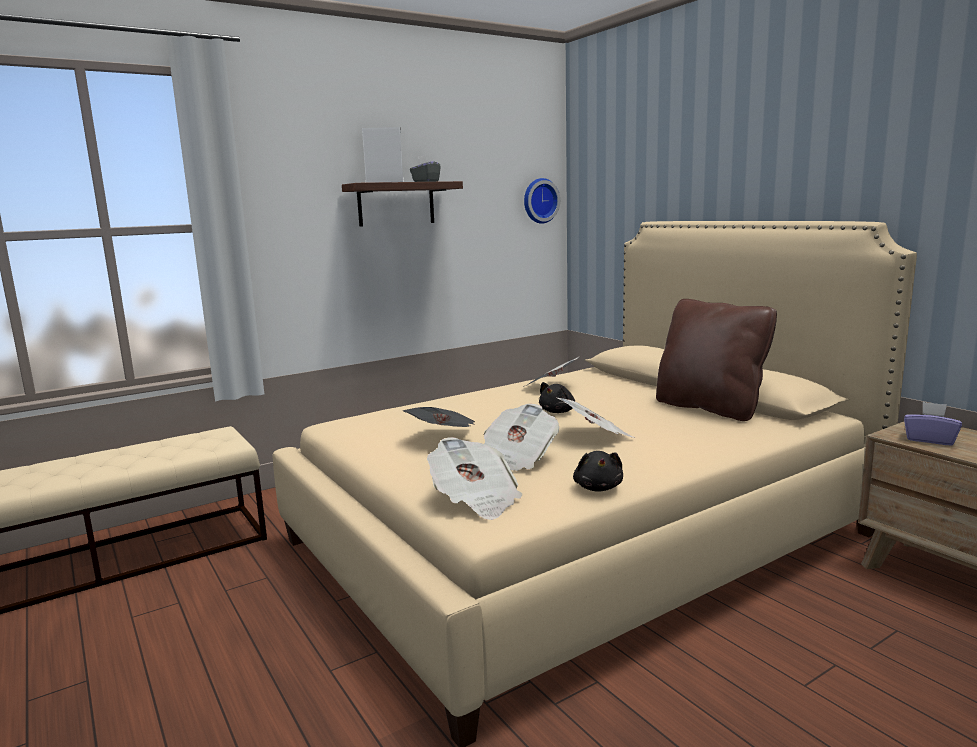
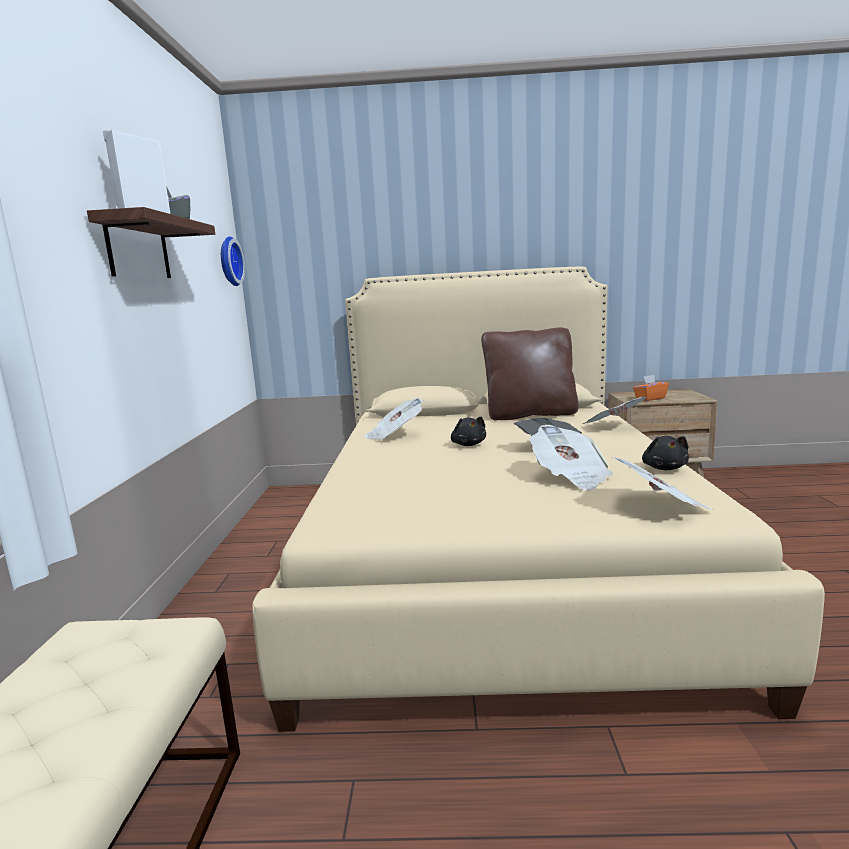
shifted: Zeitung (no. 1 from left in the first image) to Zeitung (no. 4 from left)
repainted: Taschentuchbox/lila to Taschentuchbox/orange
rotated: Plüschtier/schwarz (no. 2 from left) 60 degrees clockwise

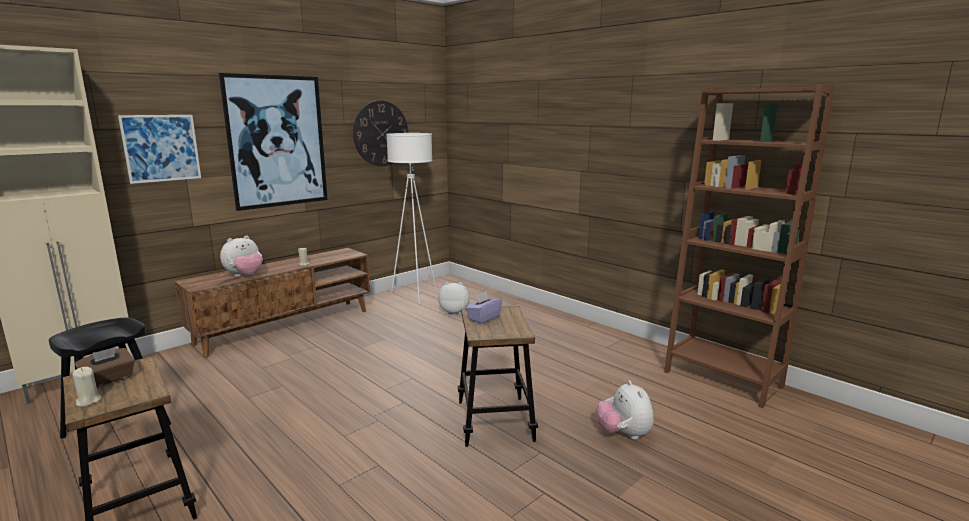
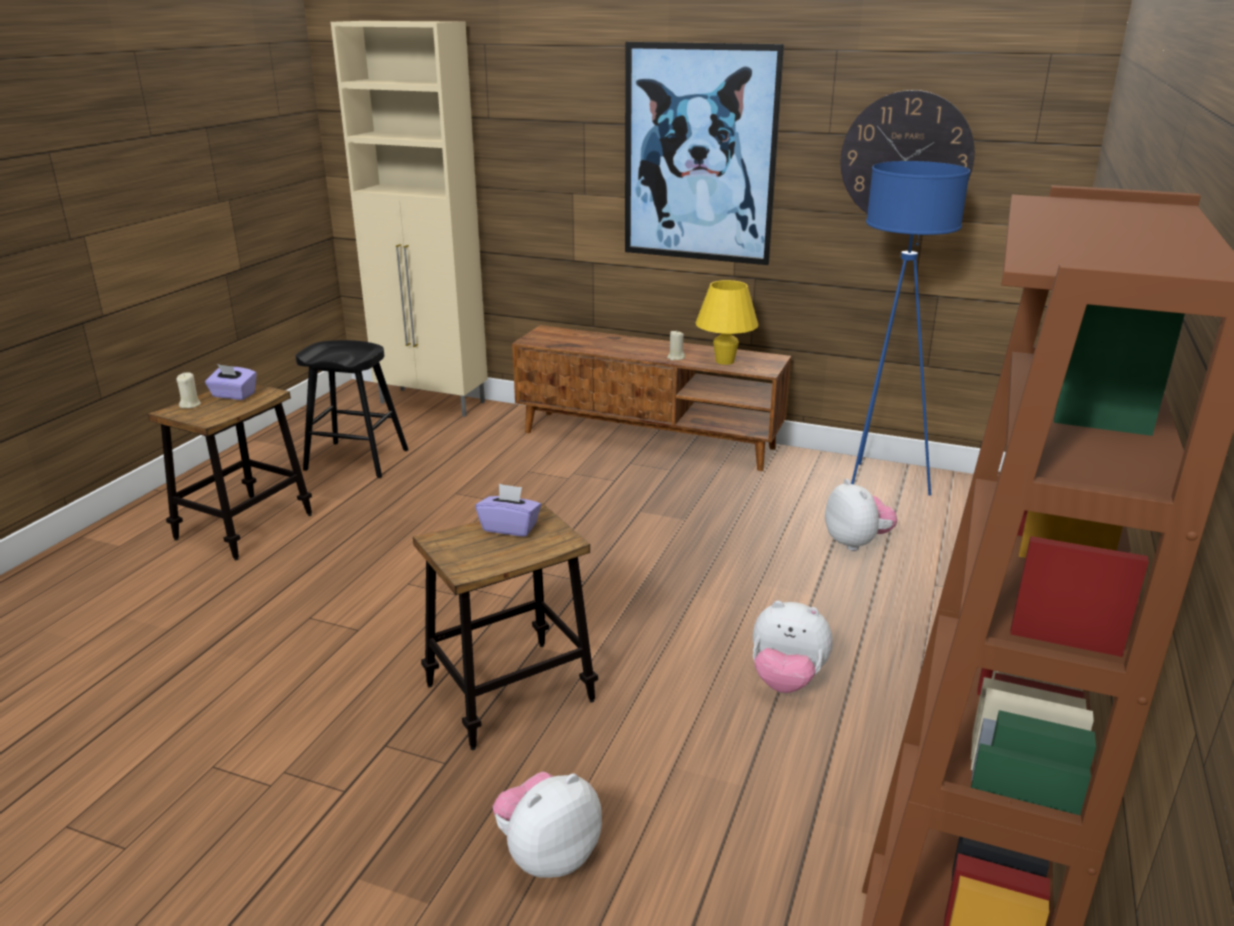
gone: Bild (no. 1 from left)
new: Tischlampe/gelb
shifted: Plüschtier (no. 1 from left in the first image) to Plüschtier (no. 2 from left)
repainted: Taschentuchbox/braun to Taschentuchbox/lila (no. 1 from left); Stehlampe/weiß to Stehlampe/blau

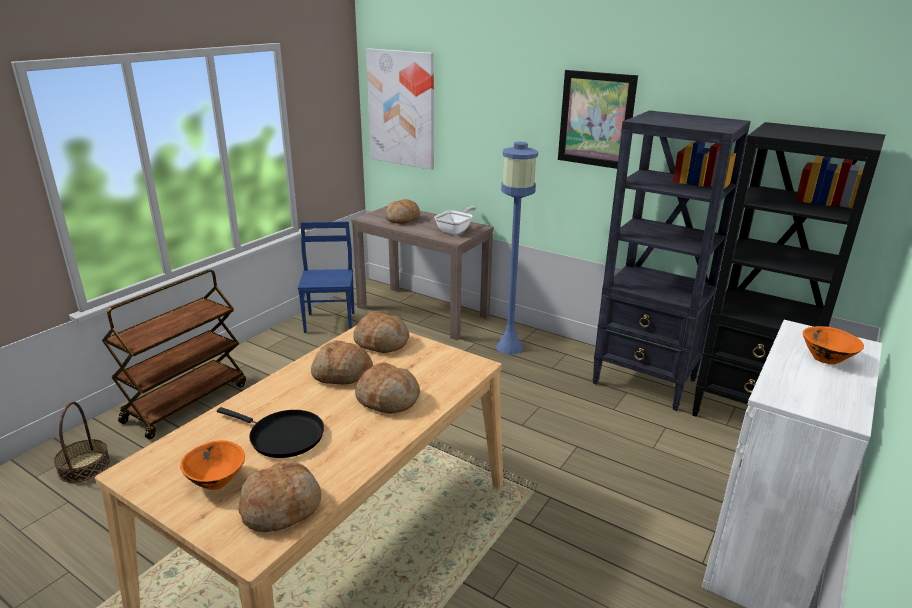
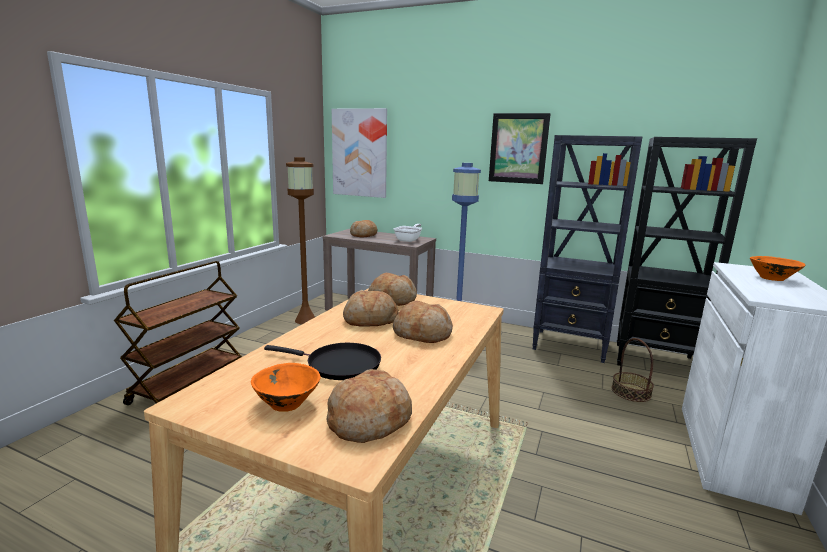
shifted: Korb
swapped: Stuhl/blau to Stehlampe/braun

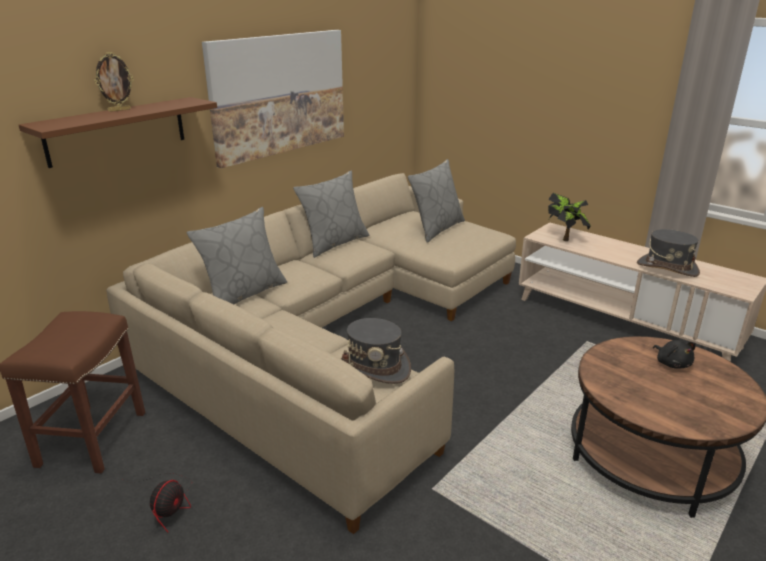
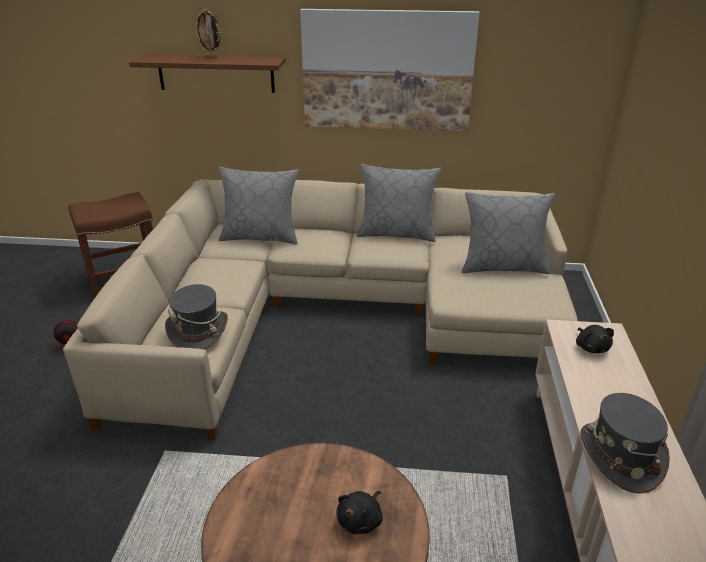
swapped: Topfpflanze to Plüschtier/schwarz (no. 2 from left)

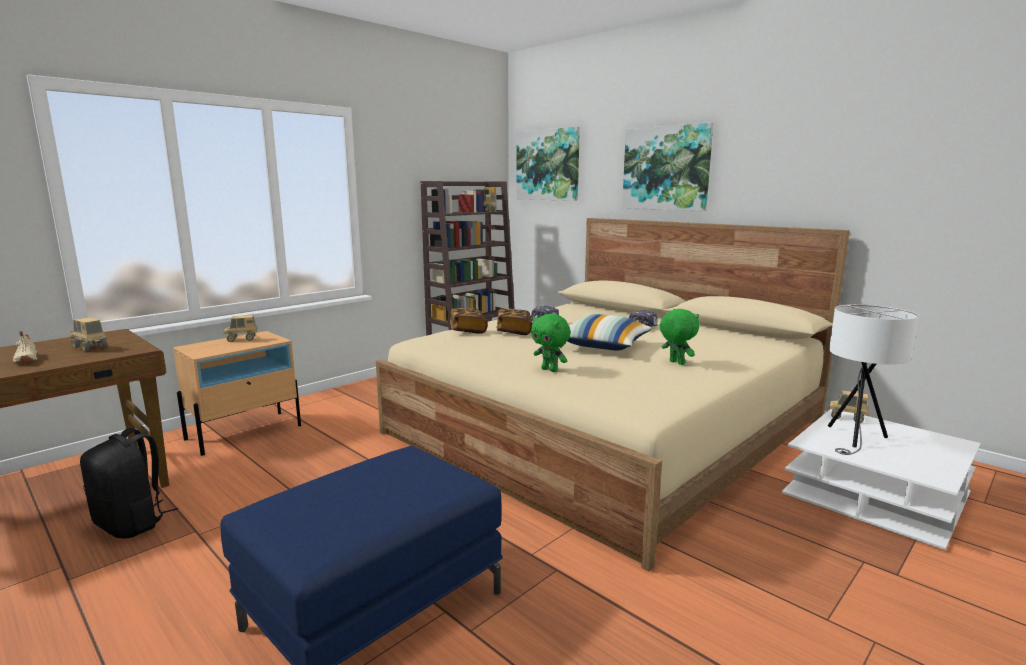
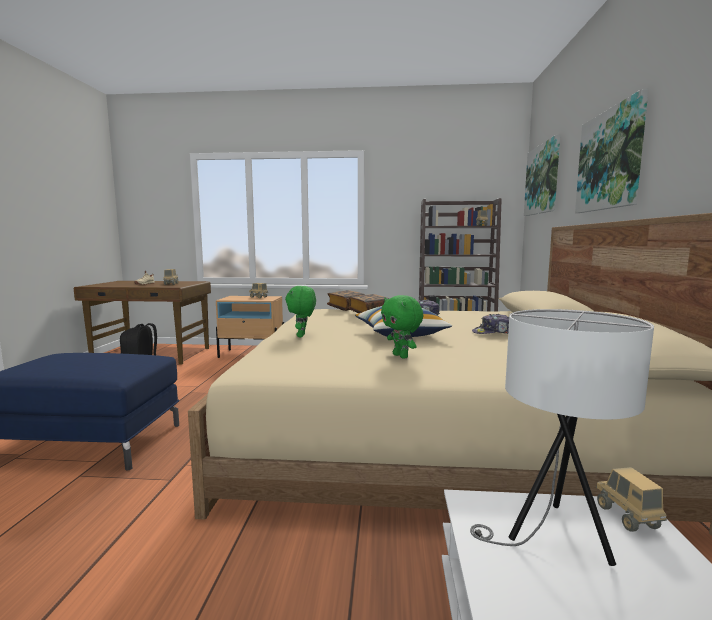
rotated: Plüschtier/grün (no. 2 from left) 135 degrees clockwise

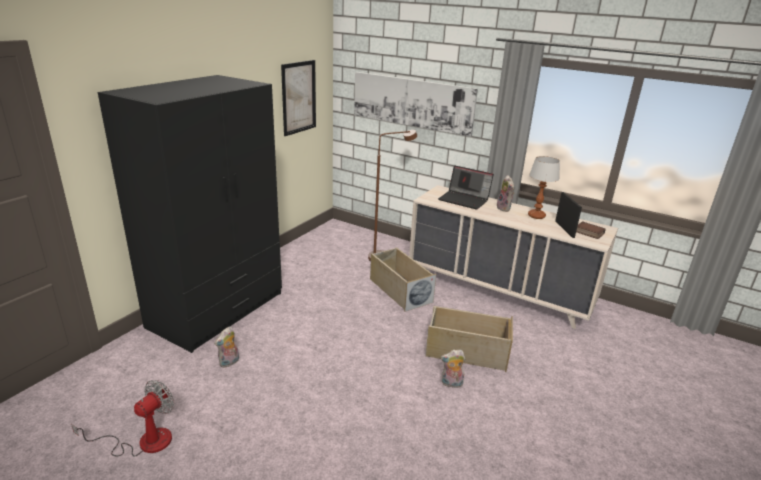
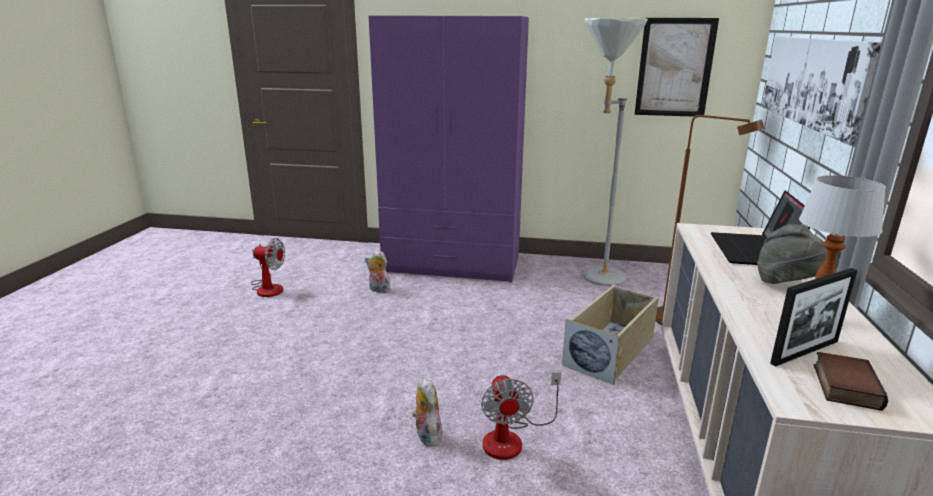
new: Stehlampe/grau
swapped: Aufbewahrungsbox/beige (no. 2 from left) to Ventilator (no. 2 from left); Plüschtier (no. 3 from left) to Hut/grau
repainted: Kleiderschrank/schwarz to Kleiderschrank/lila

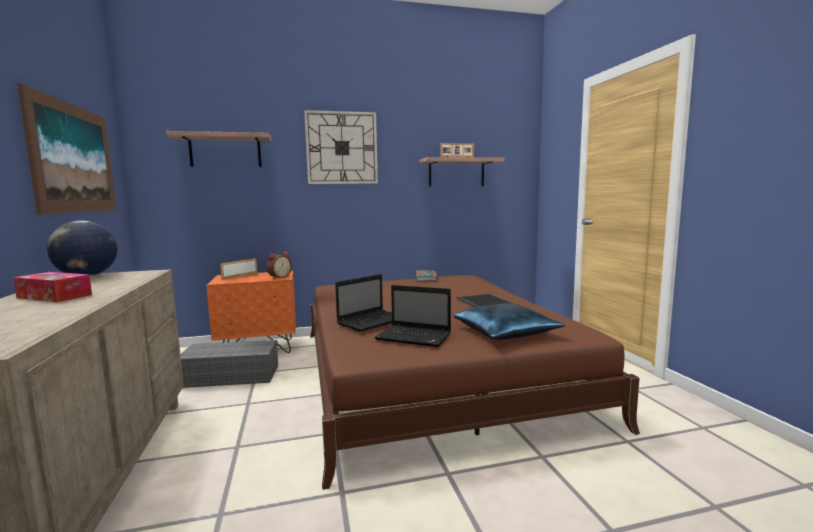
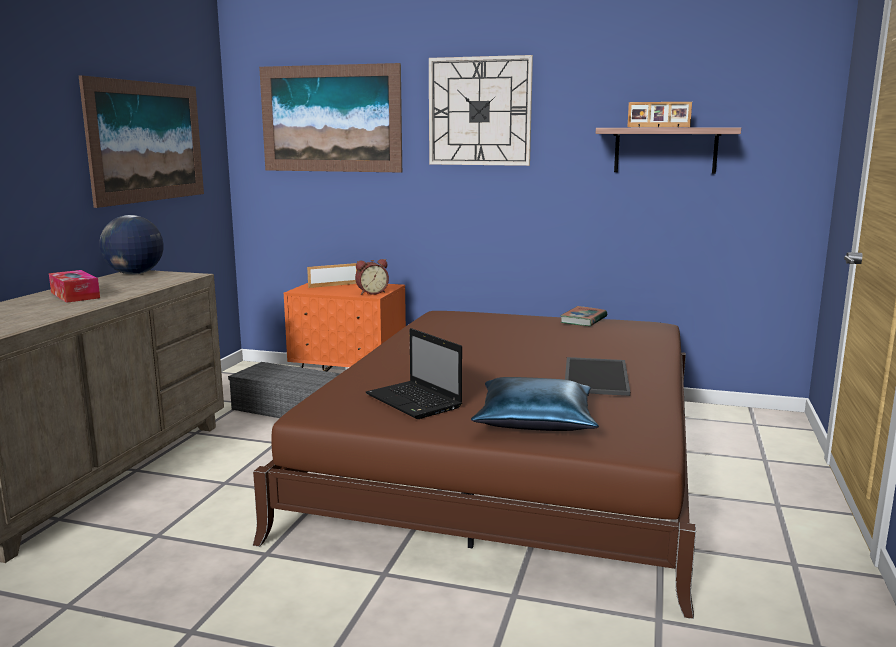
gone: Laptop (no. 1 from left)
swapped: Wandregal (no. 1 from left) to Bild (no. 2 from left)

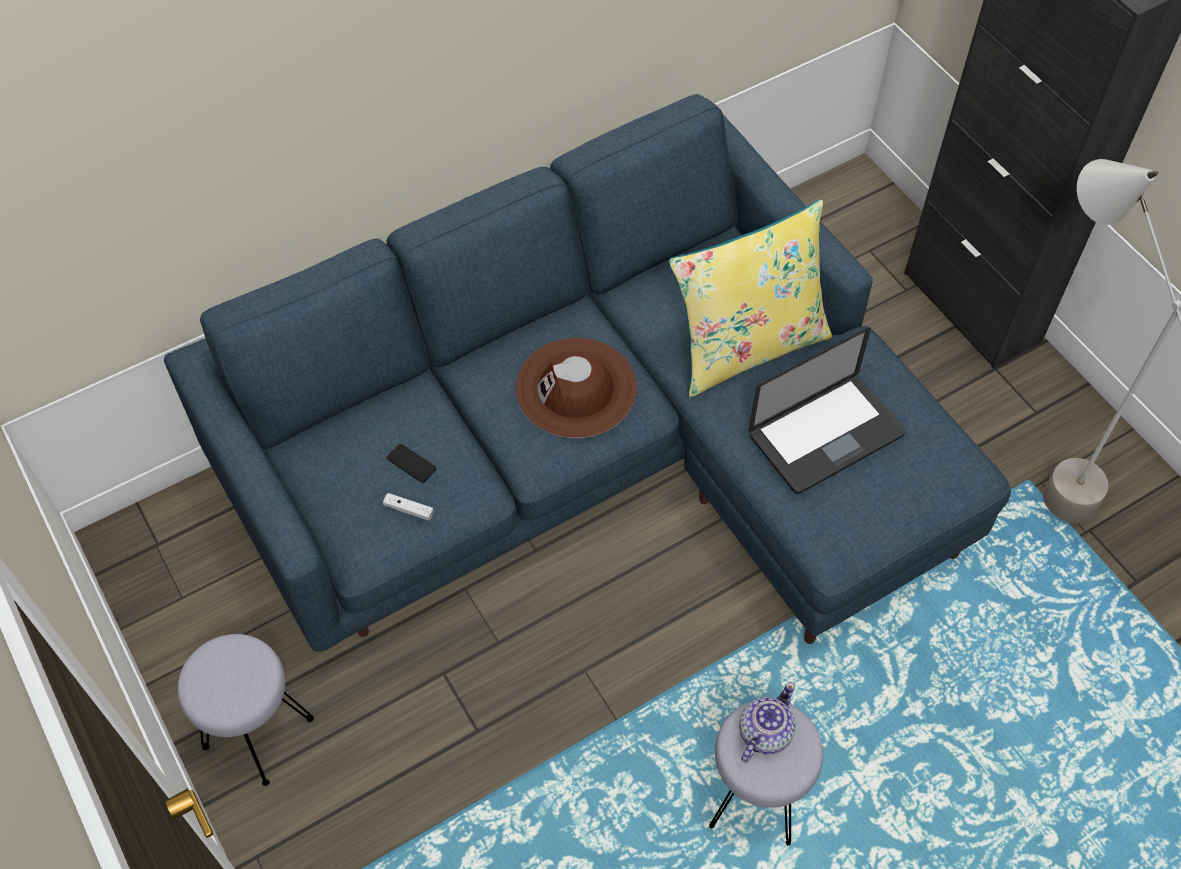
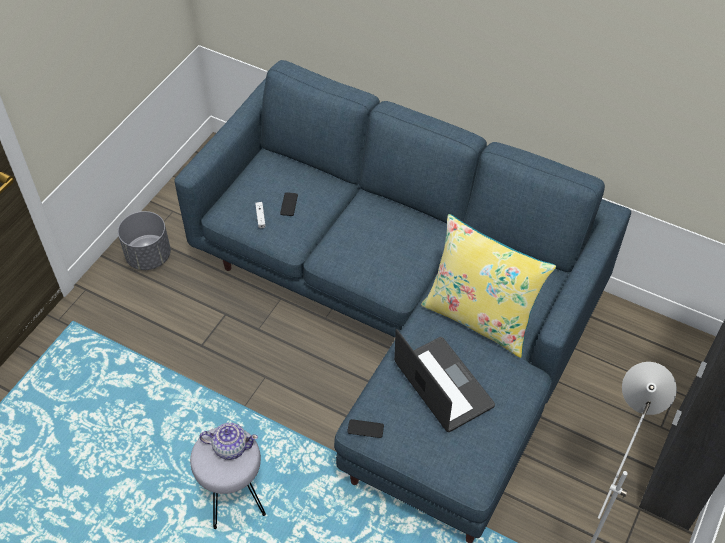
gone: Hut/braun
new: Handy (no. 2 from left)
swapped: Hocker/grau (no. 1 from left) to Pflanzkübel/grau
rotated: Laptop 150 degrees counterclockwise

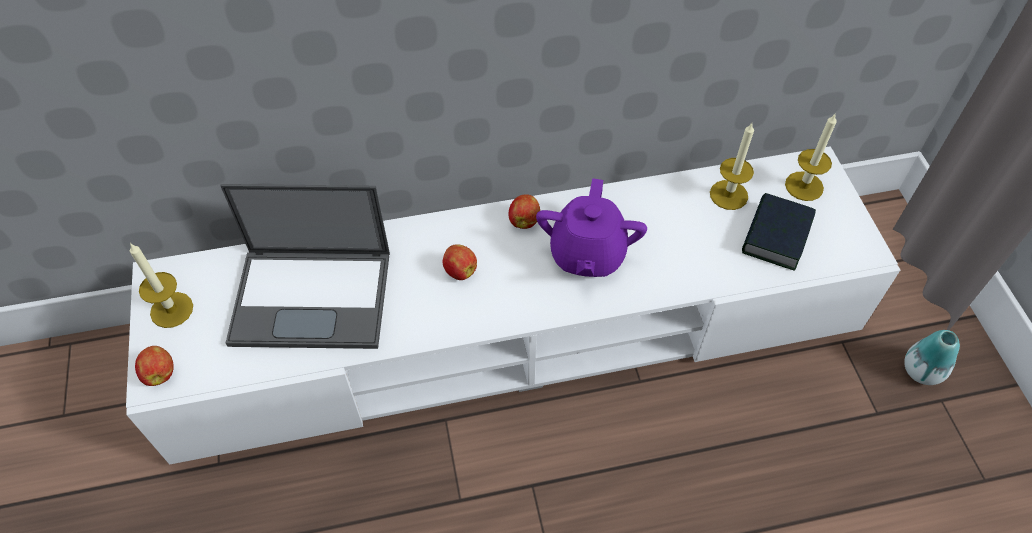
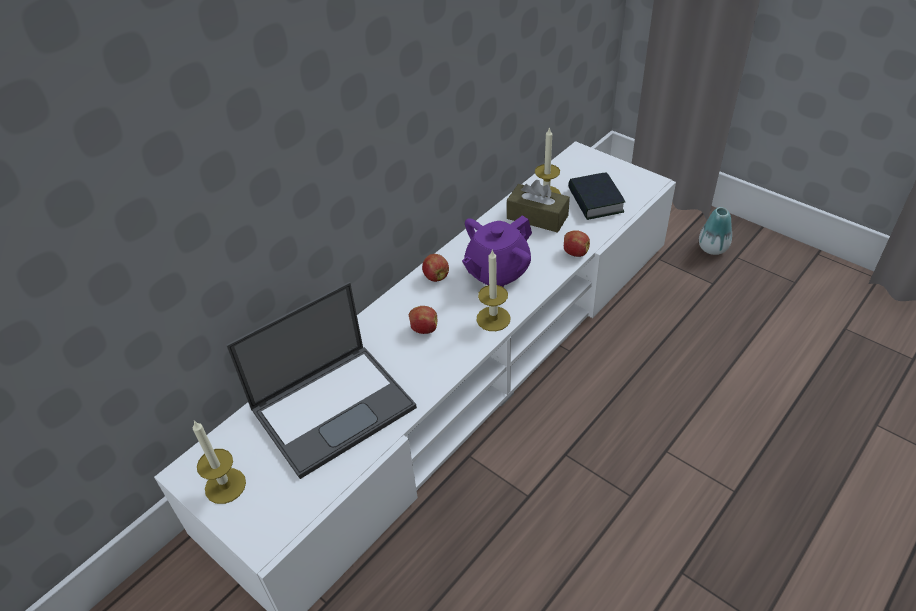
new: Taschentuchbox/braun
shifted: Apfel (no. 1 from left in the first image) to Apfel (no. 3 from left); Kerze (no. 3 from left in the first image) to Kerze (no. 2 from left)
rotated: Teekanne/lila 75 degrees clockwise

